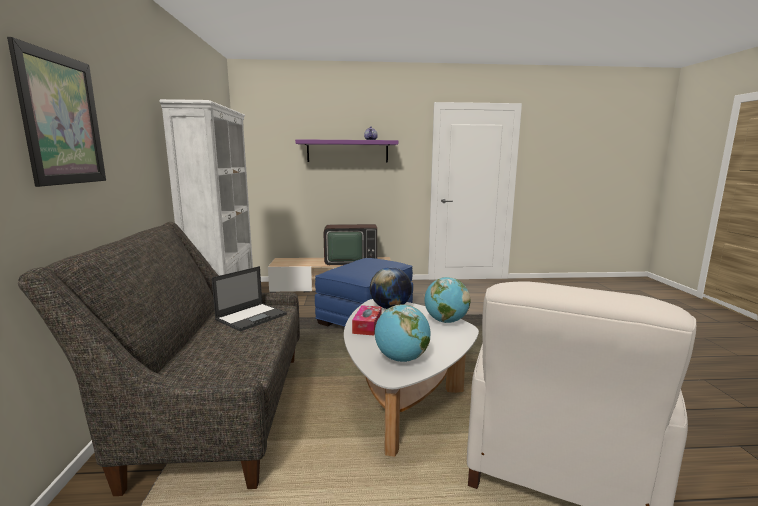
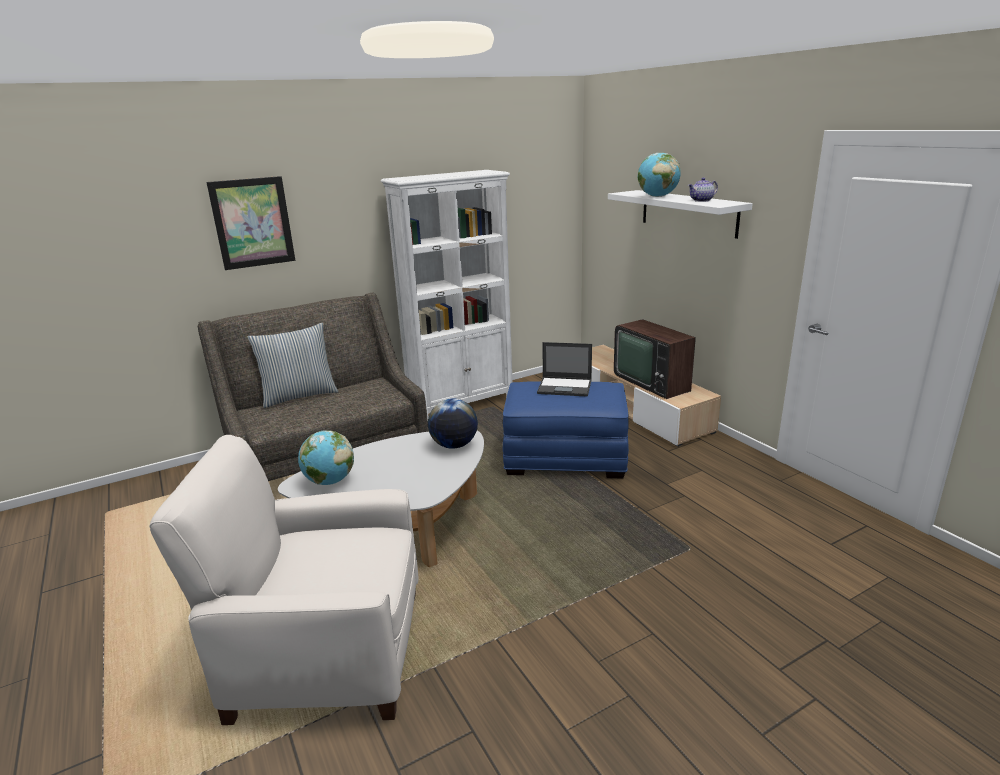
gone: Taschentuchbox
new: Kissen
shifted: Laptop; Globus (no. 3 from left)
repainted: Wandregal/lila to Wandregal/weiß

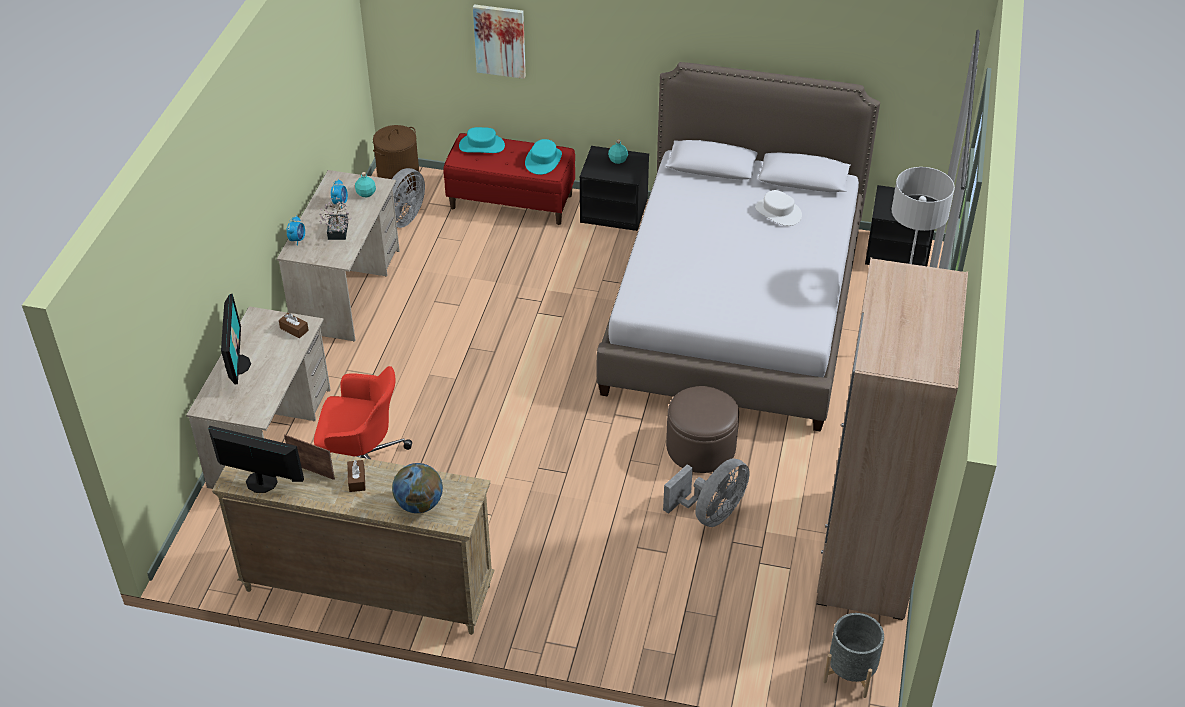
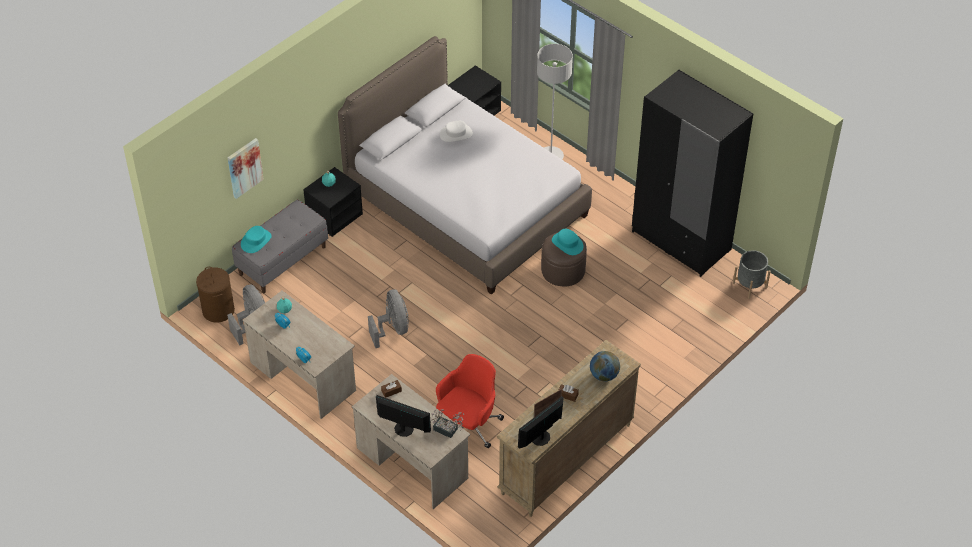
shifted: Topfpflanze; Hut/türkis (no. 2 from left); Ventilator/grau (no. 2 from left)
repainted: Bank/rot to Bank/grau; Kleiderschrank/beige to Kleiderschrank/schwarz

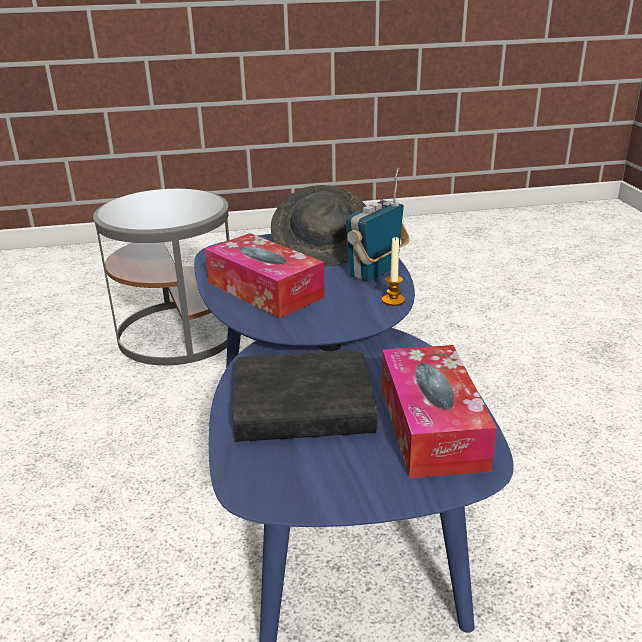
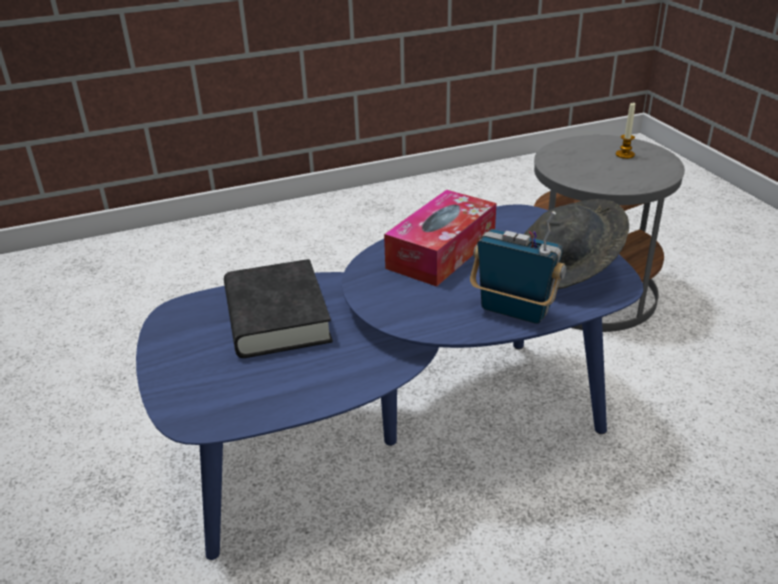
gone: Taschentuchbox (no. 2 from left)
shifted: Kerze

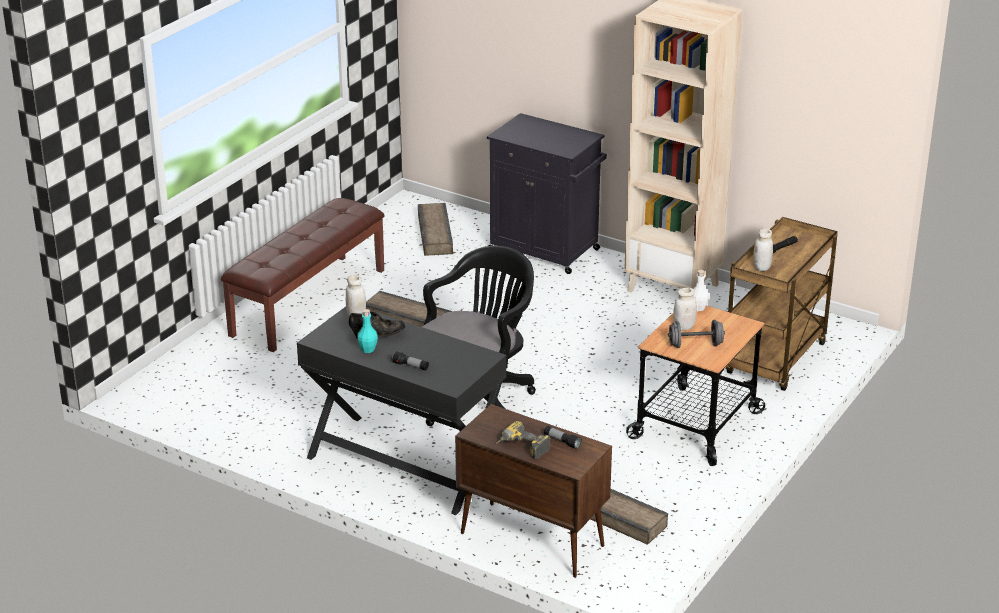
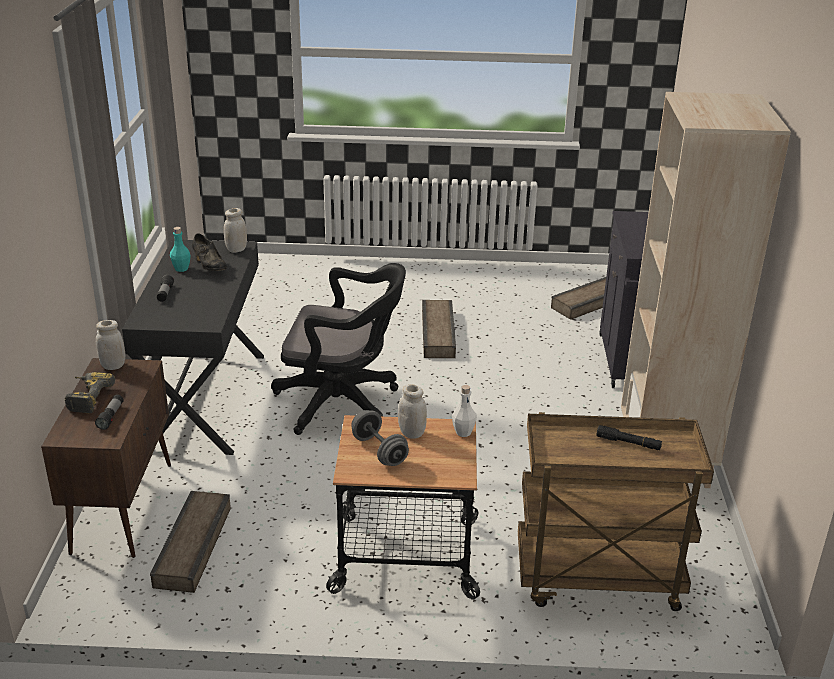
gone: Bank/braun
shifted: Vorratsglas/weiß (no. 3 from left in the first image) to Vorratsglas/weiß (no. 1 from left)

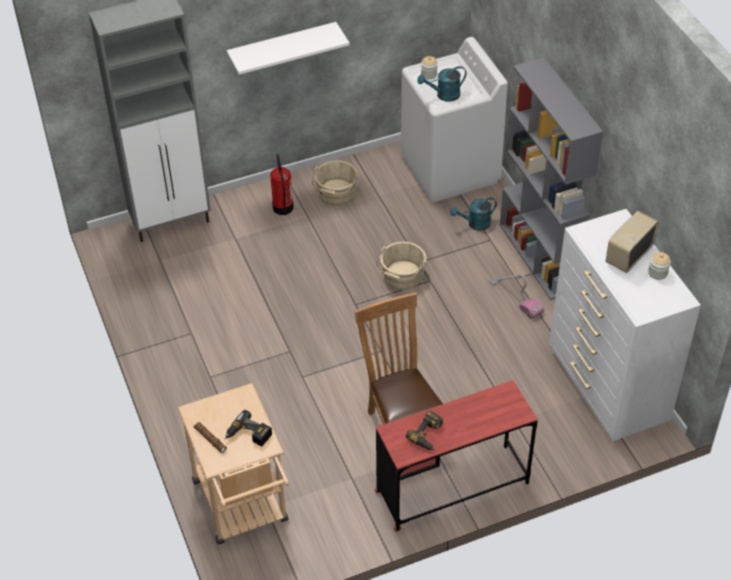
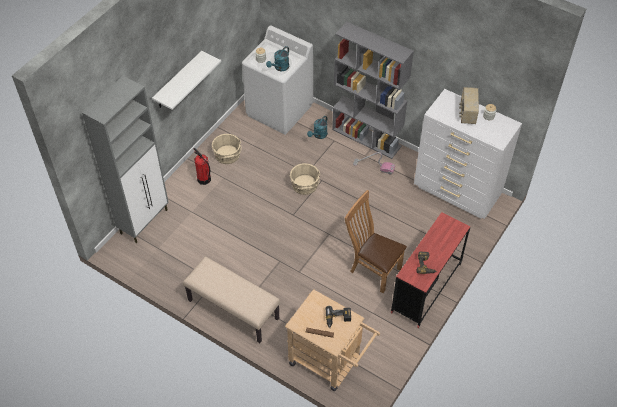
new: Bank/beige

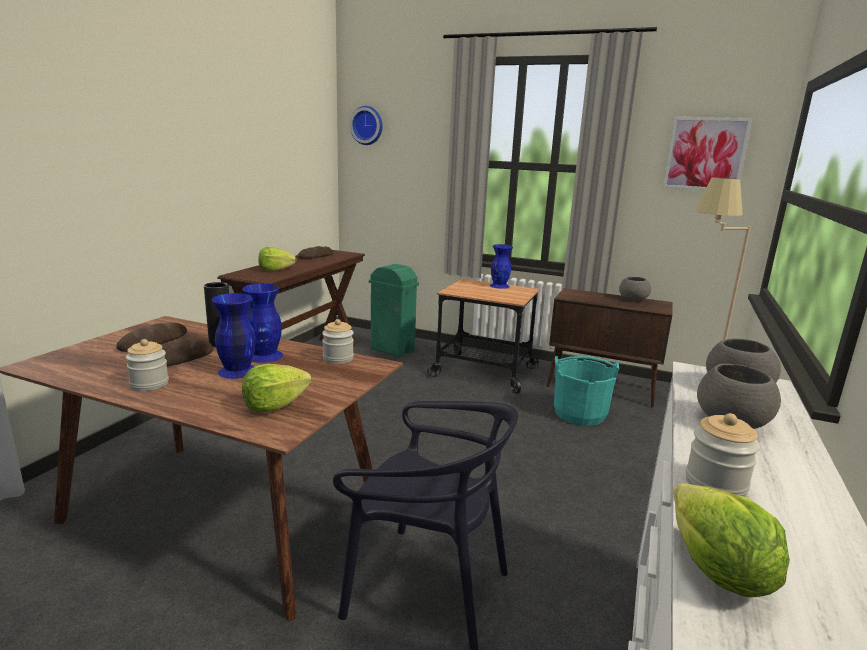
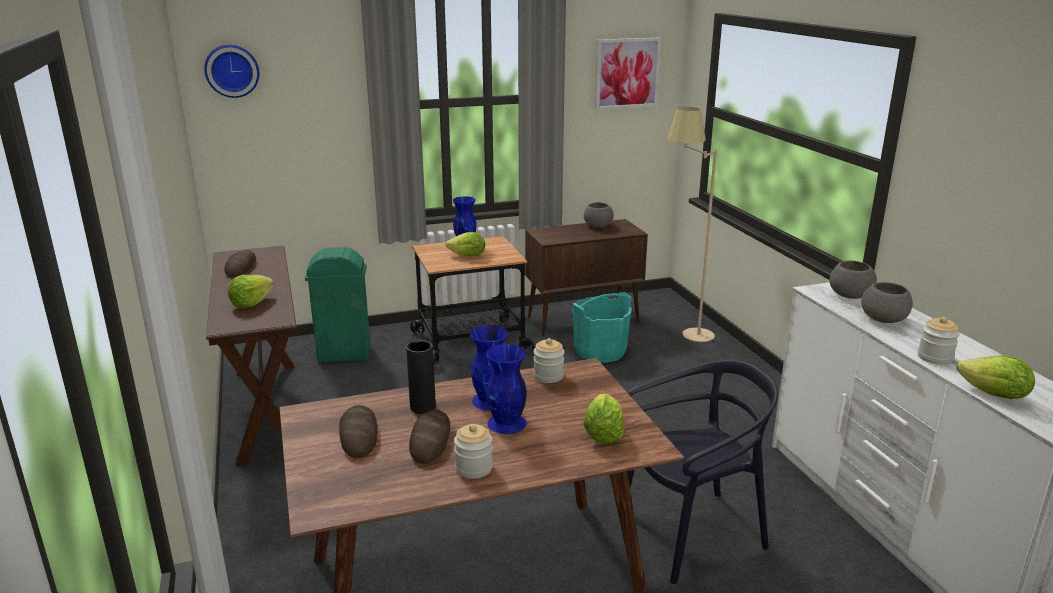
new: Salatkopf (no. 2 from left)

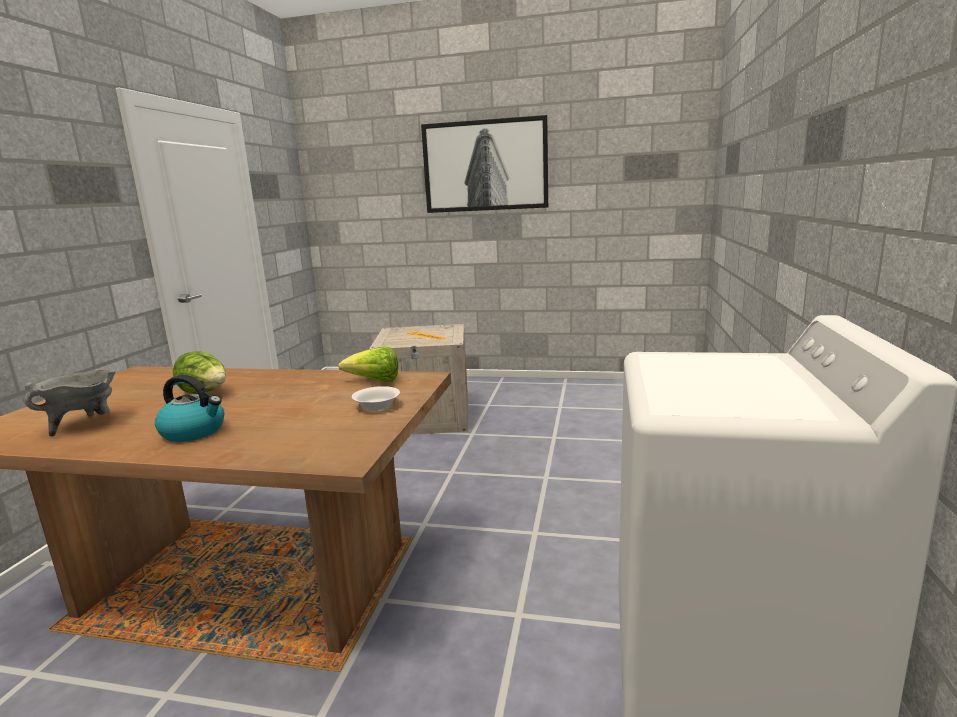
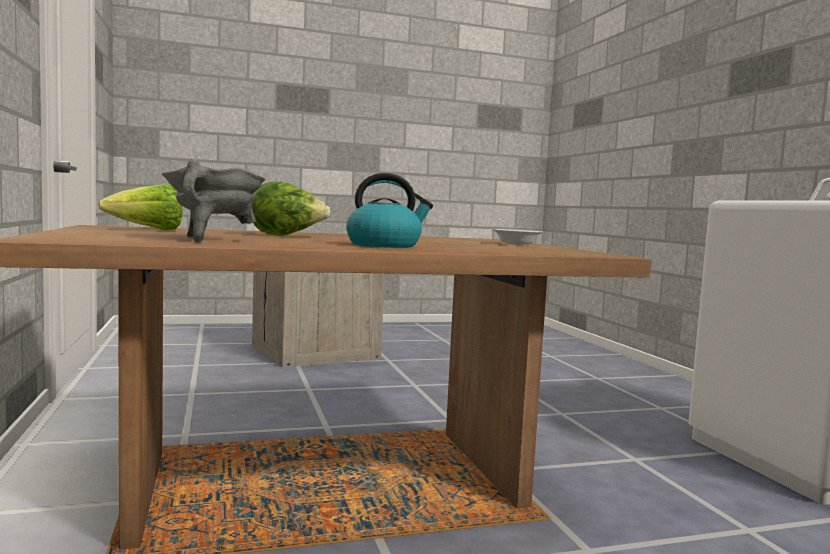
gone: Bild
shifted: Salatkopf (no. 2 from left in the first image) to Salatkopf (no. 1 from left)

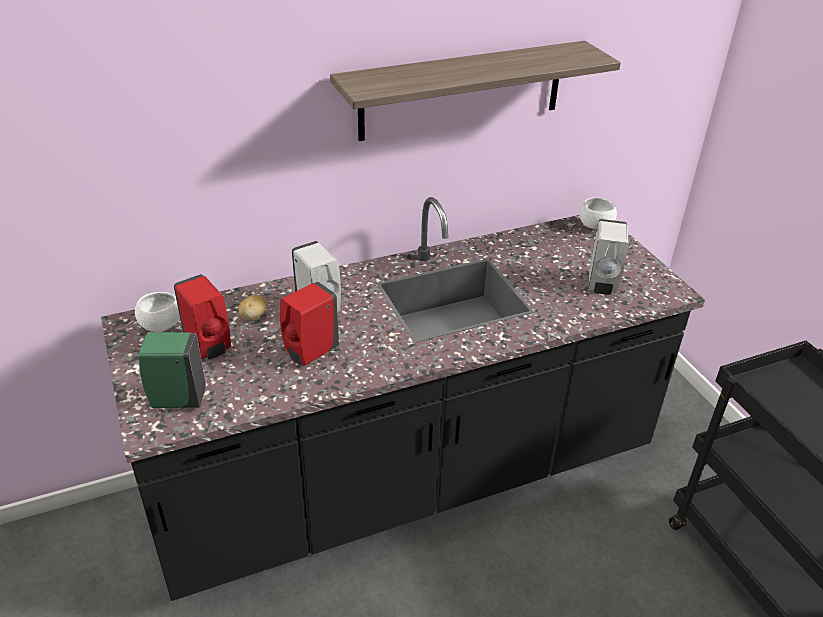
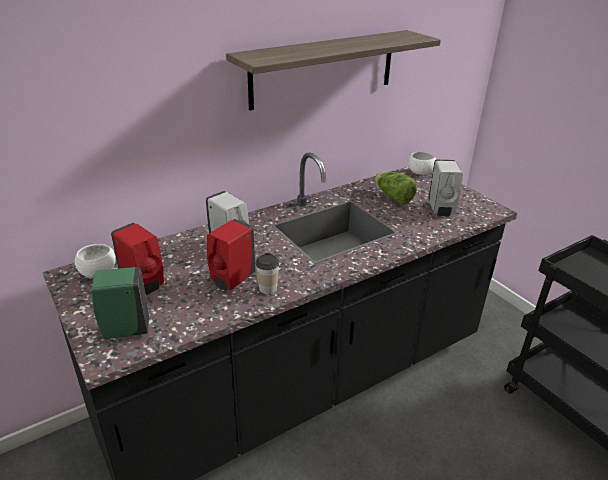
gone: Kartoffel
new: Tasse; Salatkopf

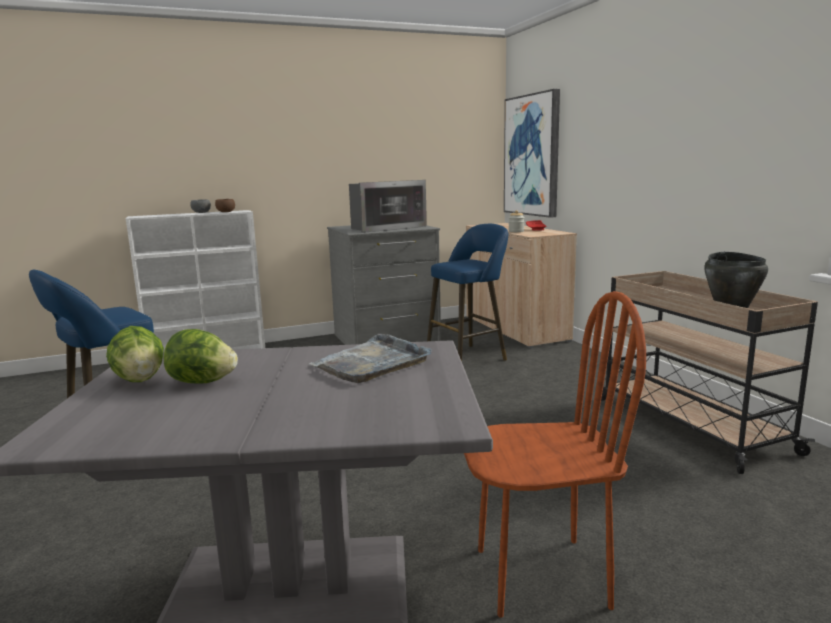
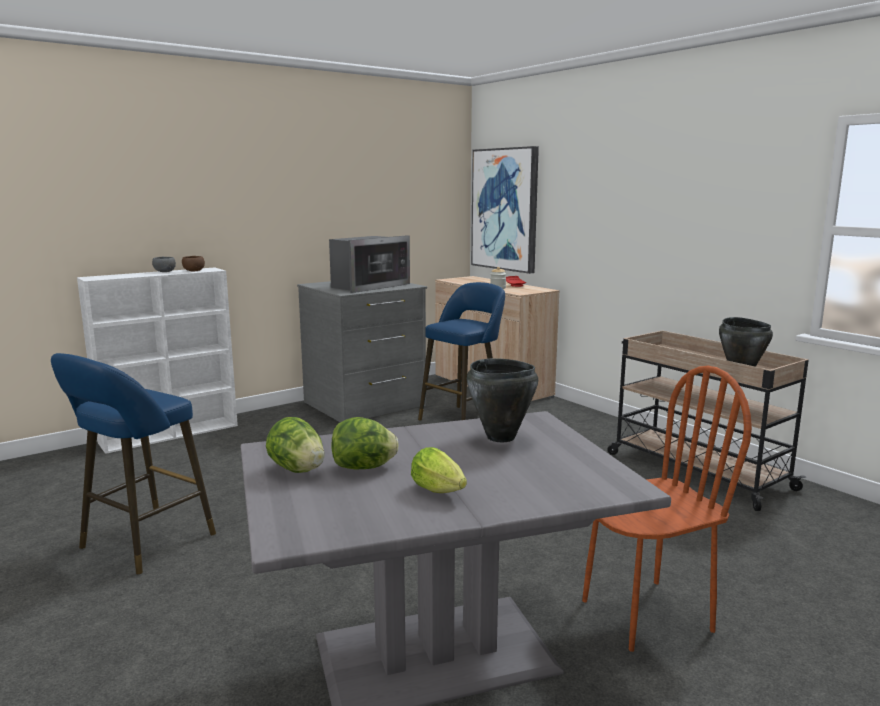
new: Salatkopf (no. 3 from left)
swapped: Tablett/grau to Kochtopf/schwarz (no. 1 from left)

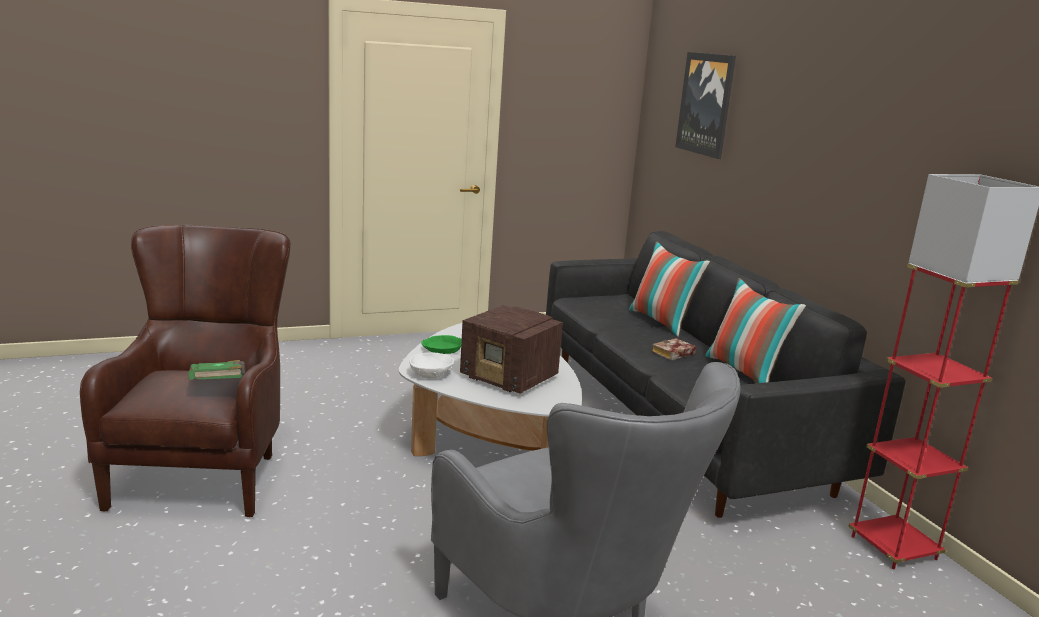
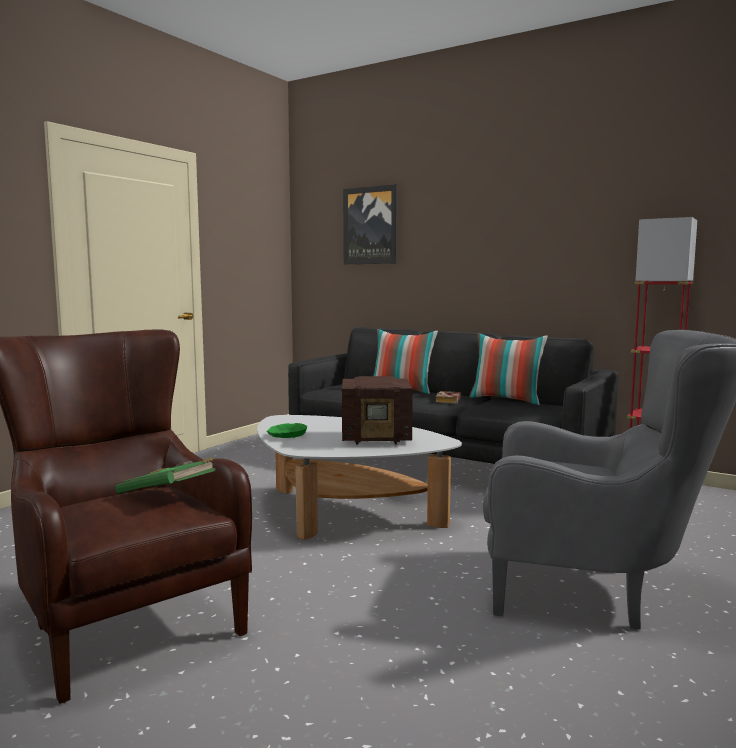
gone: Schüssel/weiß

